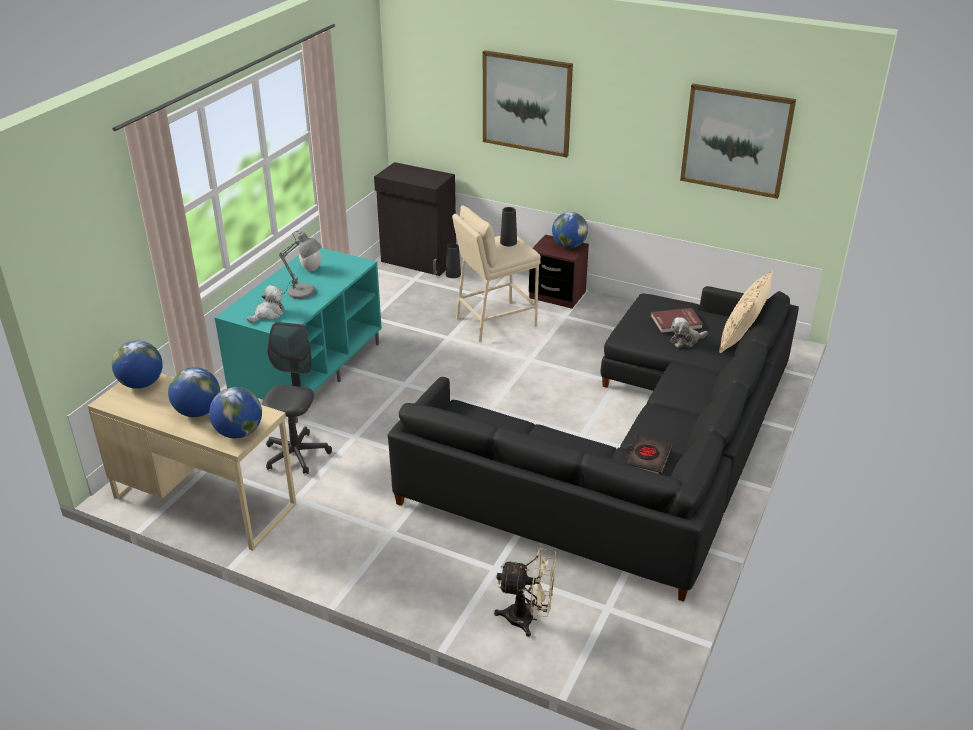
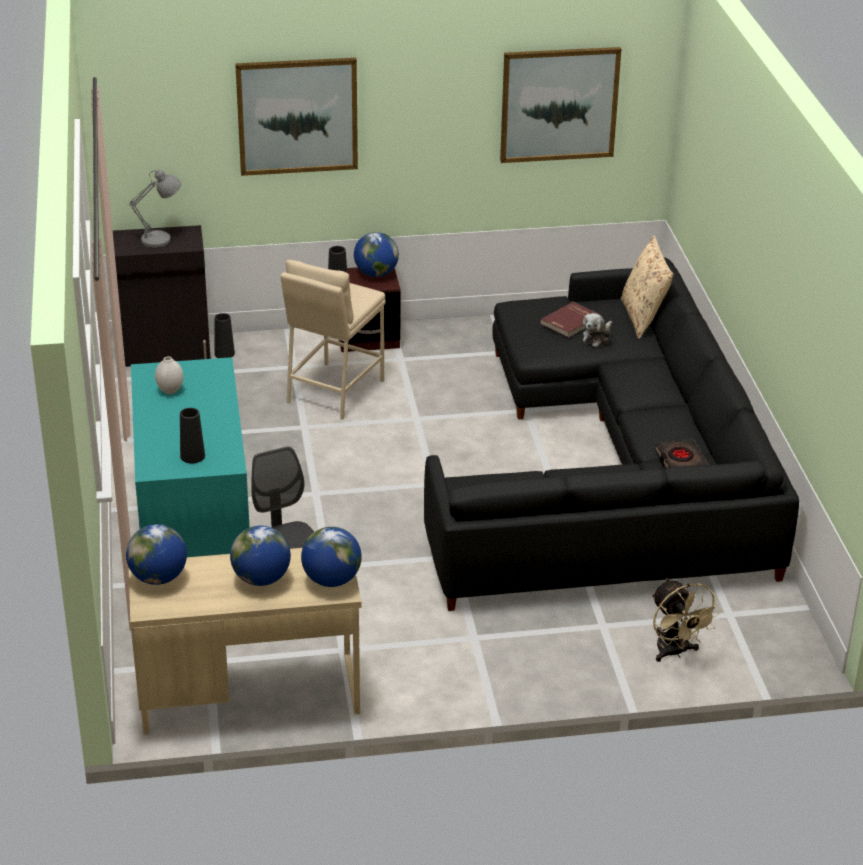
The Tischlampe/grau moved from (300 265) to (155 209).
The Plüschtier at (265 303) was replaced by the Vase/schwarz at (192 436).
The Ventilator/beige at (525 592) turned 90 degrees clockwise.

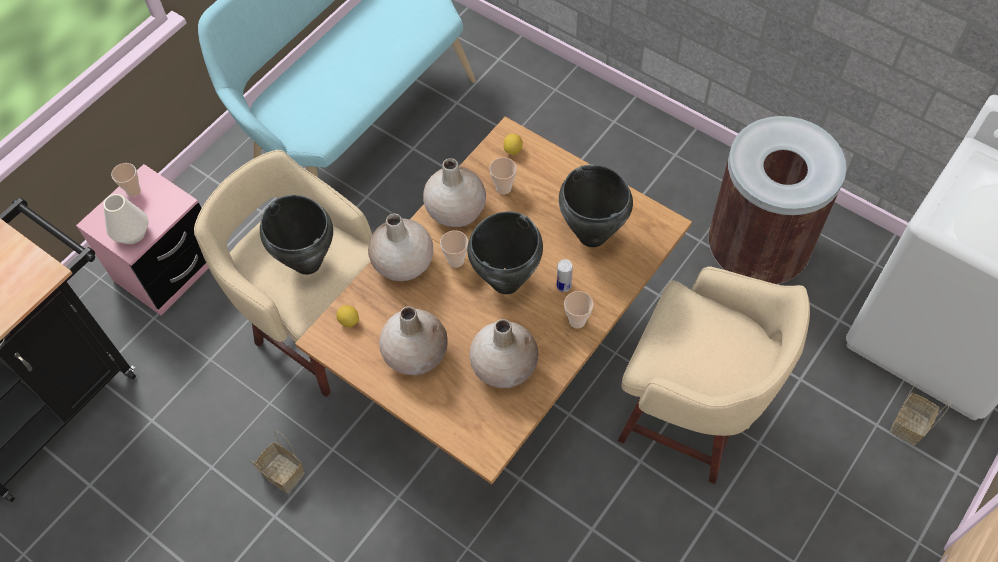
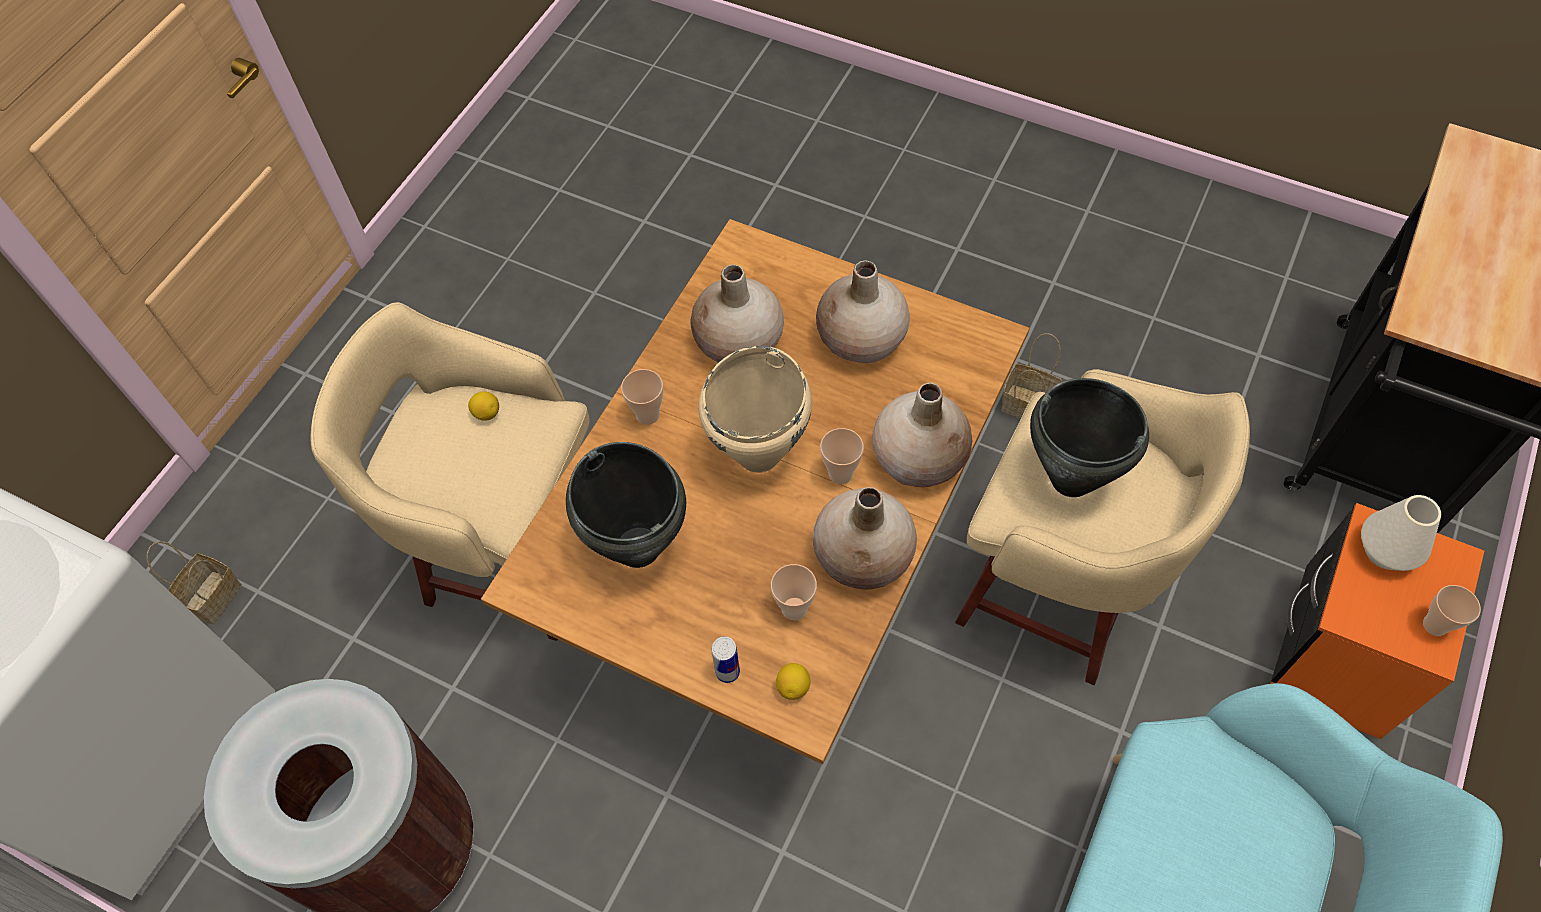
The Zitrone moved from (347 316) to (483 406).
The Dose moved from (565 275) to (726 659).
The Nachttisch/rosa at (142 239) became the Nachttisch/orange at (1377 621).
The Kochtopf/schwarz at (505 252) became the Kochtopf/beige at (755 409).

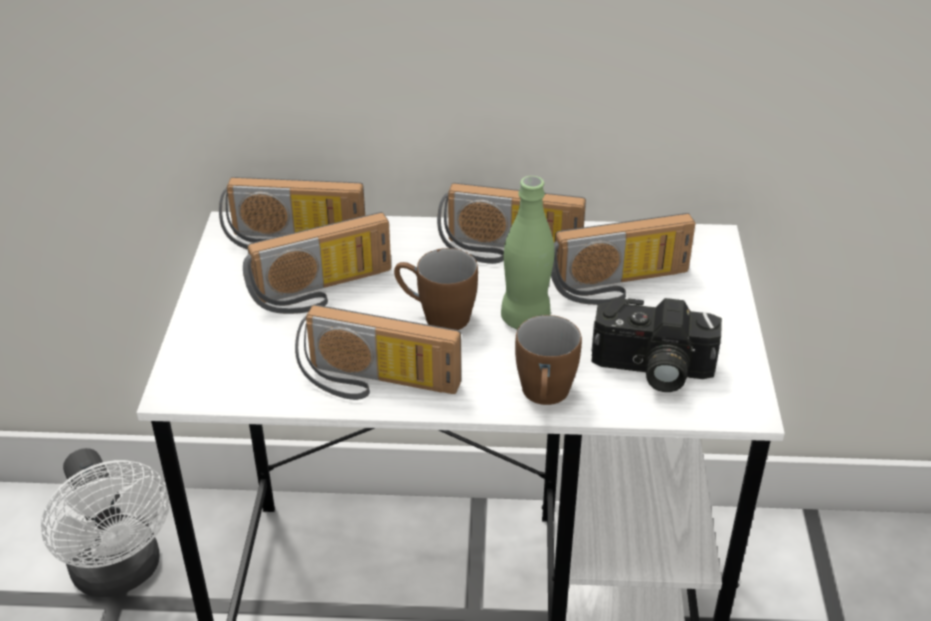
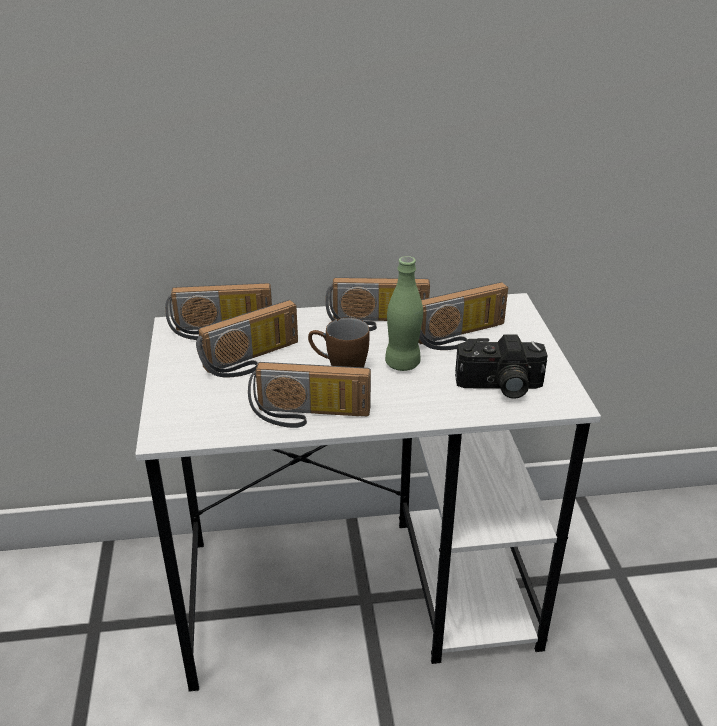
The Ventilator/weiß at (105 522) disappeared.
The Henkelbecher/braun at (548 360) disappeared.

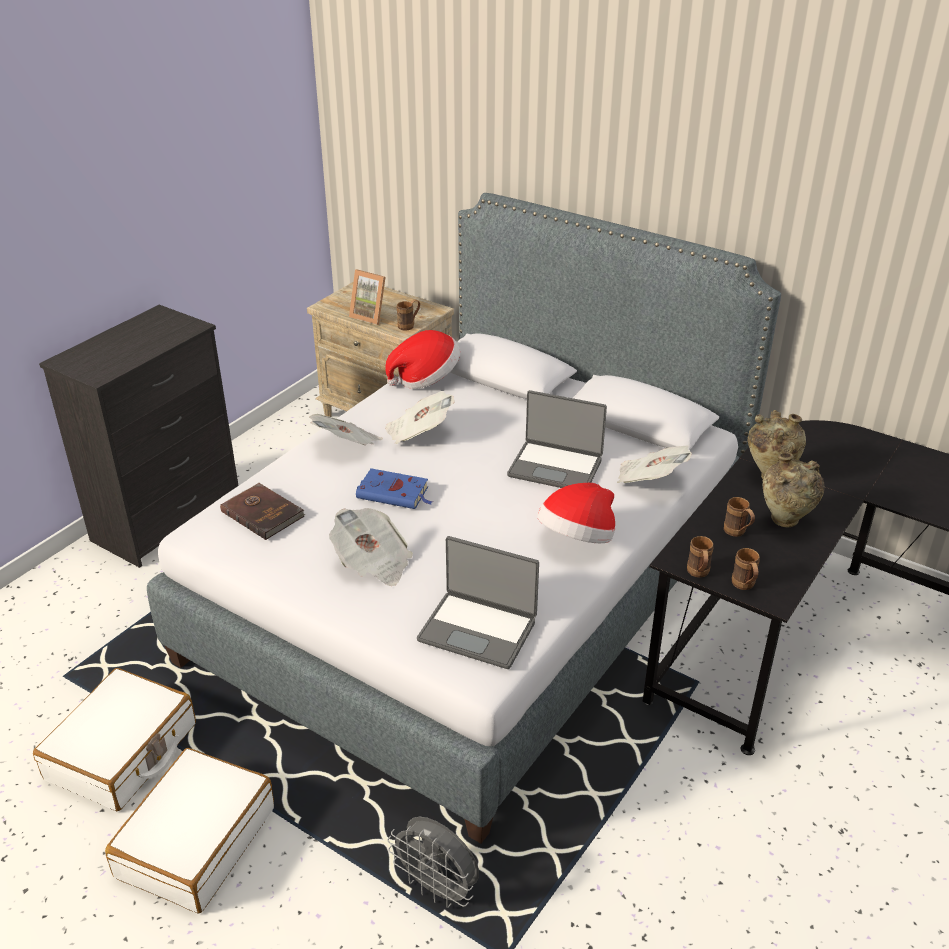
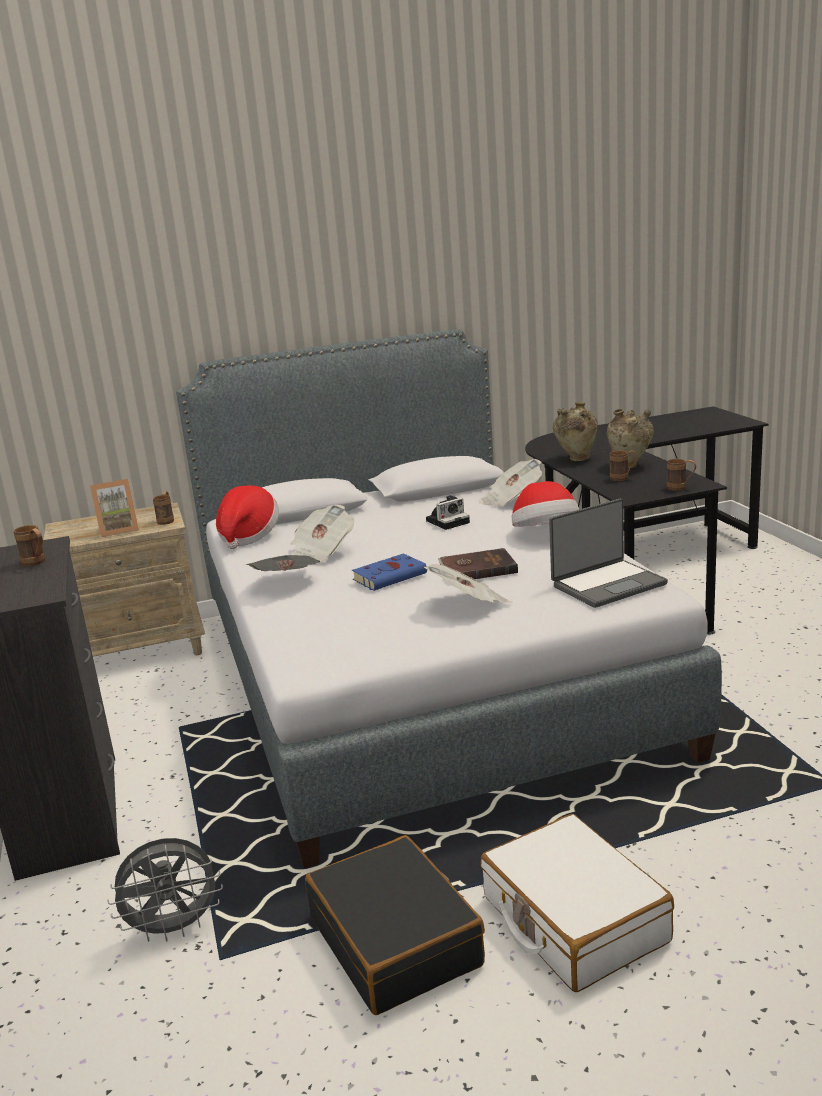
The Buch/braun moved from (262 511) to (478 563).
The Ventilator/grau moved from (433 862) to (165 890).
The Henkelbecher/braun moved from (700 557) to (29 546).
The Laptop at (557 439) was replaced by the Kamera at (448 512).
The Koffer/weiß at (114 739) became the Koffer/schwarz at (395 925).

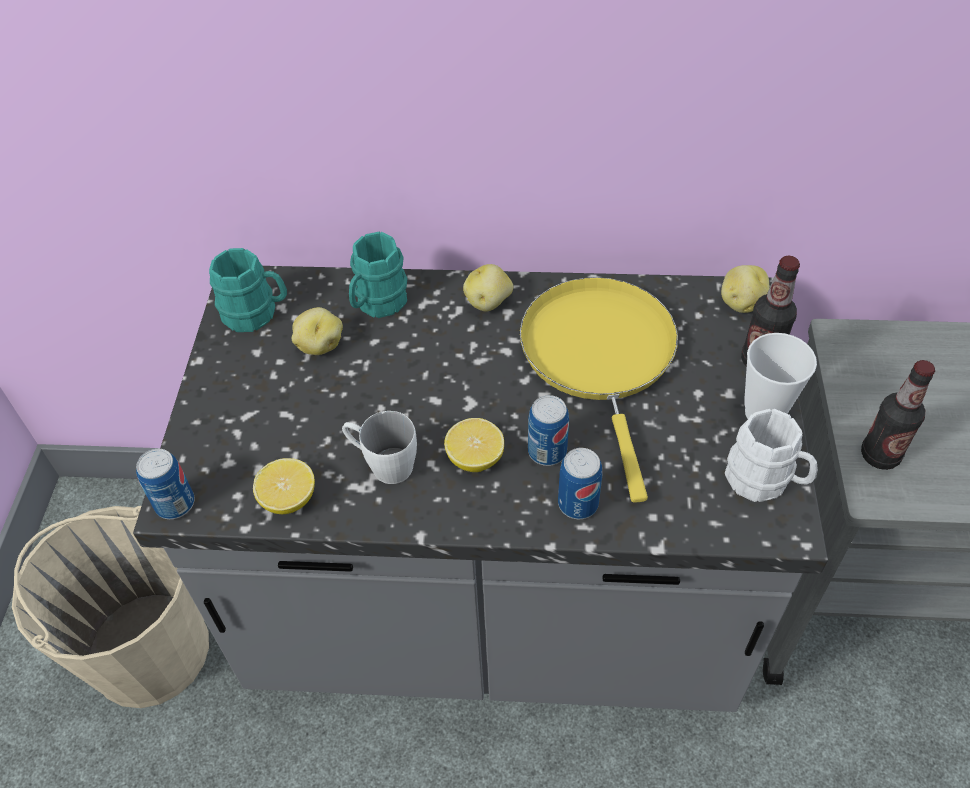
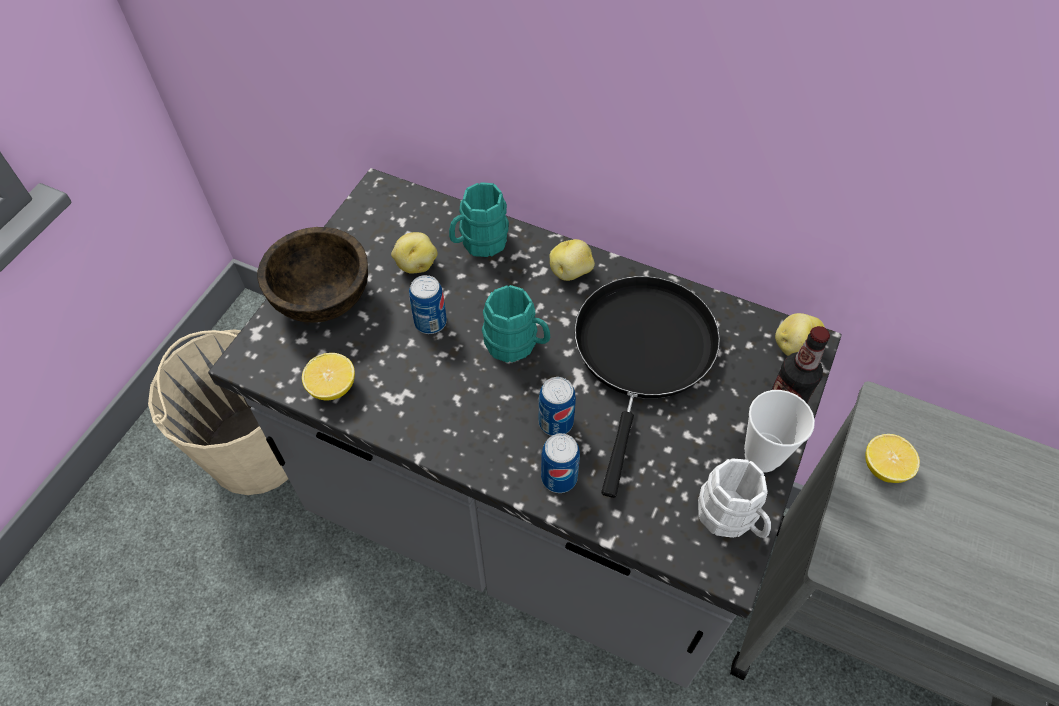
The Henkelbecher/weiß at (379 447) disappeared.
The Flasche at (898 415) disappeared.
The Schüssel/braun at (313 275) appeared.
The Dose moved from (165 484) to (428 304).
The Henkelbecher/türkis moved from (248 290) to (516 324).
The Zitrone moved from (474 445) to (892 458).
The Pfanne/gelb at (599 390) became the Pfanne/schwarz at (647 387).

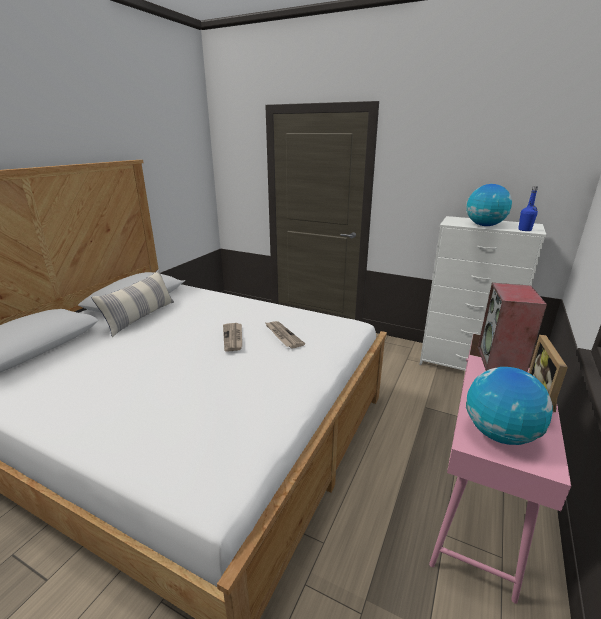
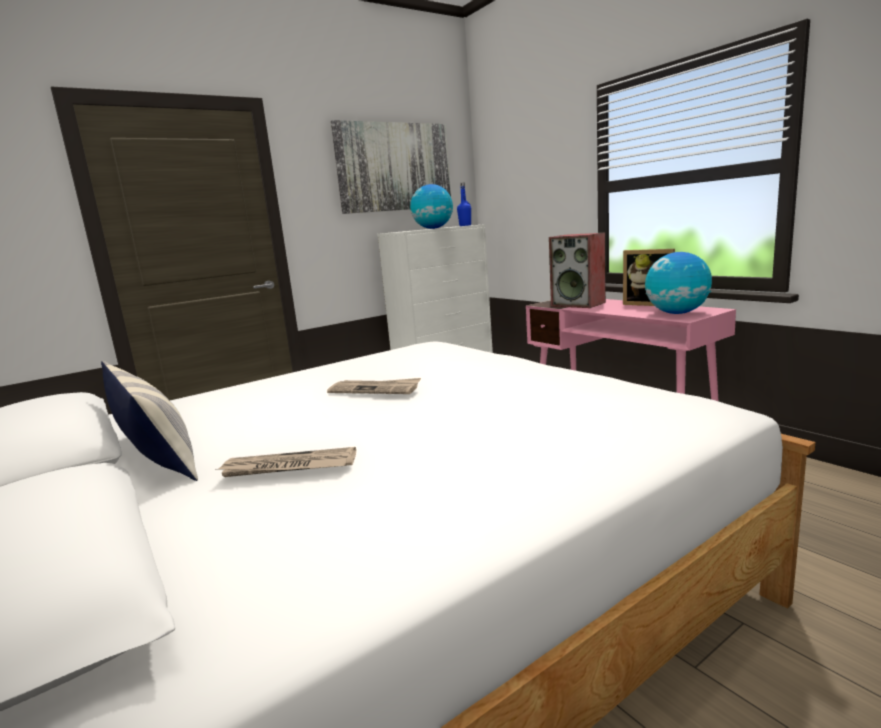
The Bild at (391 167) appeared.
The Zeitung moved from (285 335) to (286 462).

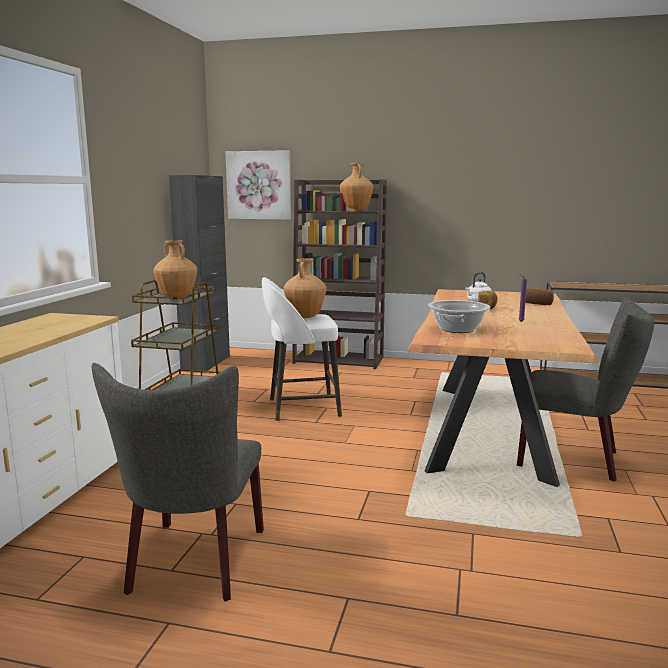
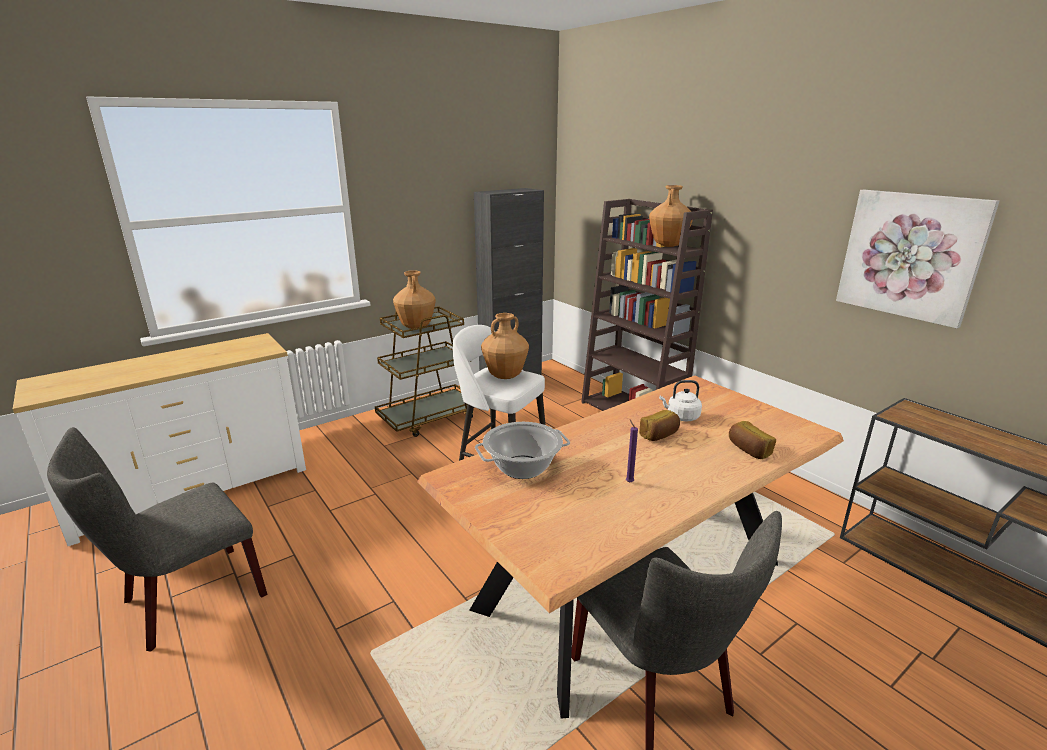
The Bild moved from (258 185) to (917 259).

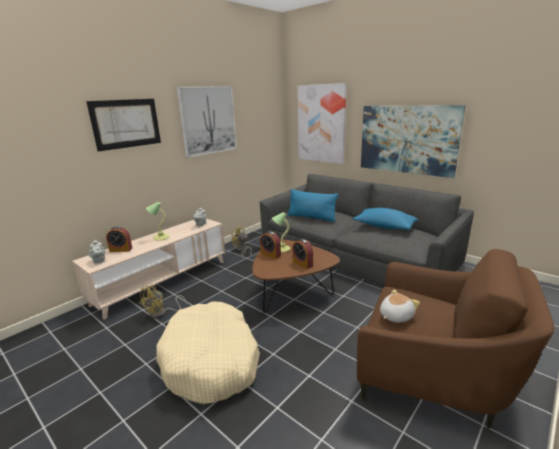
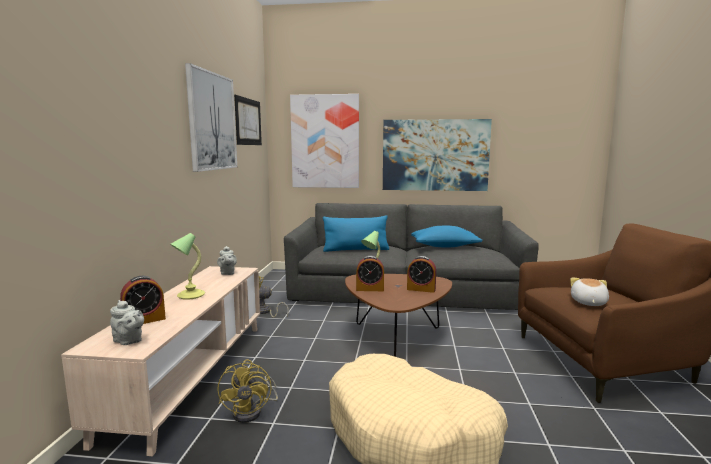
The Bild moved from (123 125) to (248 120).

